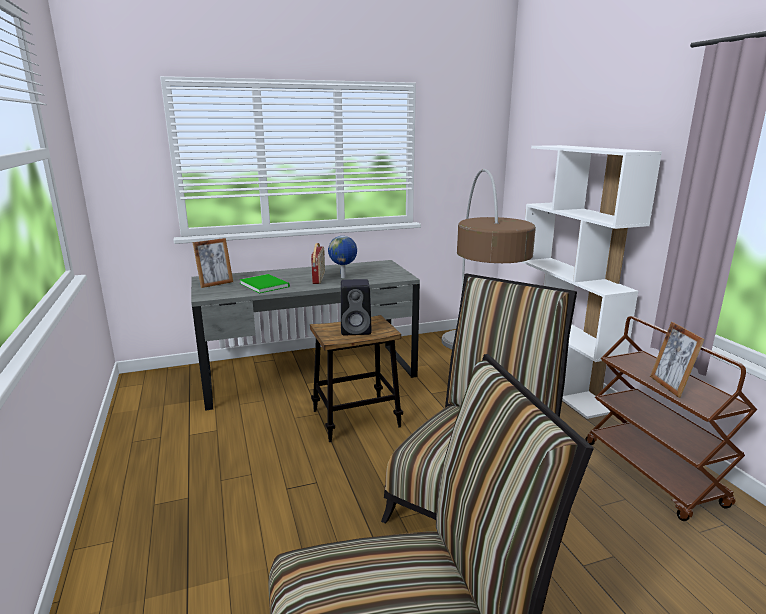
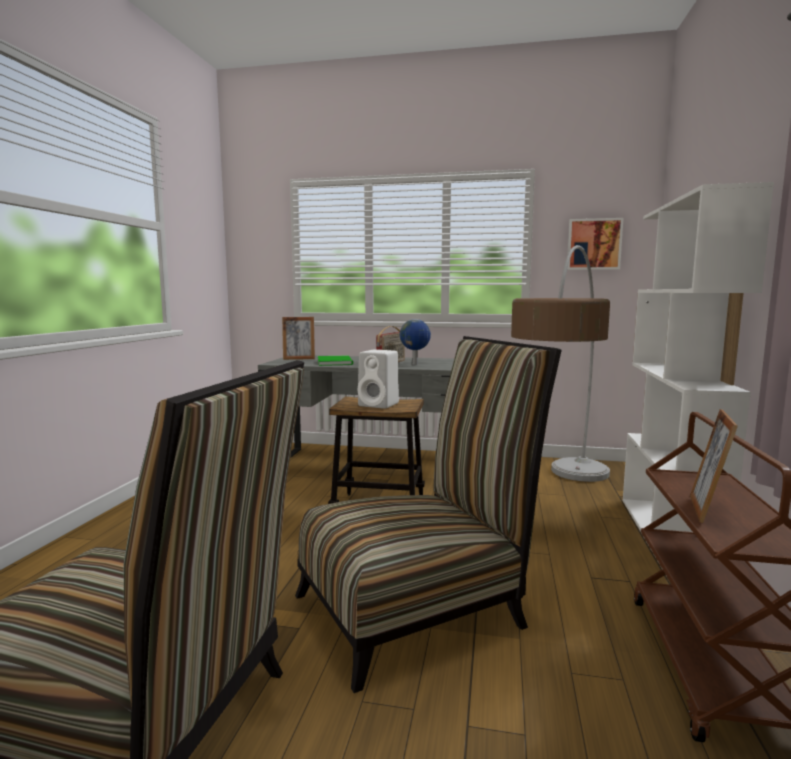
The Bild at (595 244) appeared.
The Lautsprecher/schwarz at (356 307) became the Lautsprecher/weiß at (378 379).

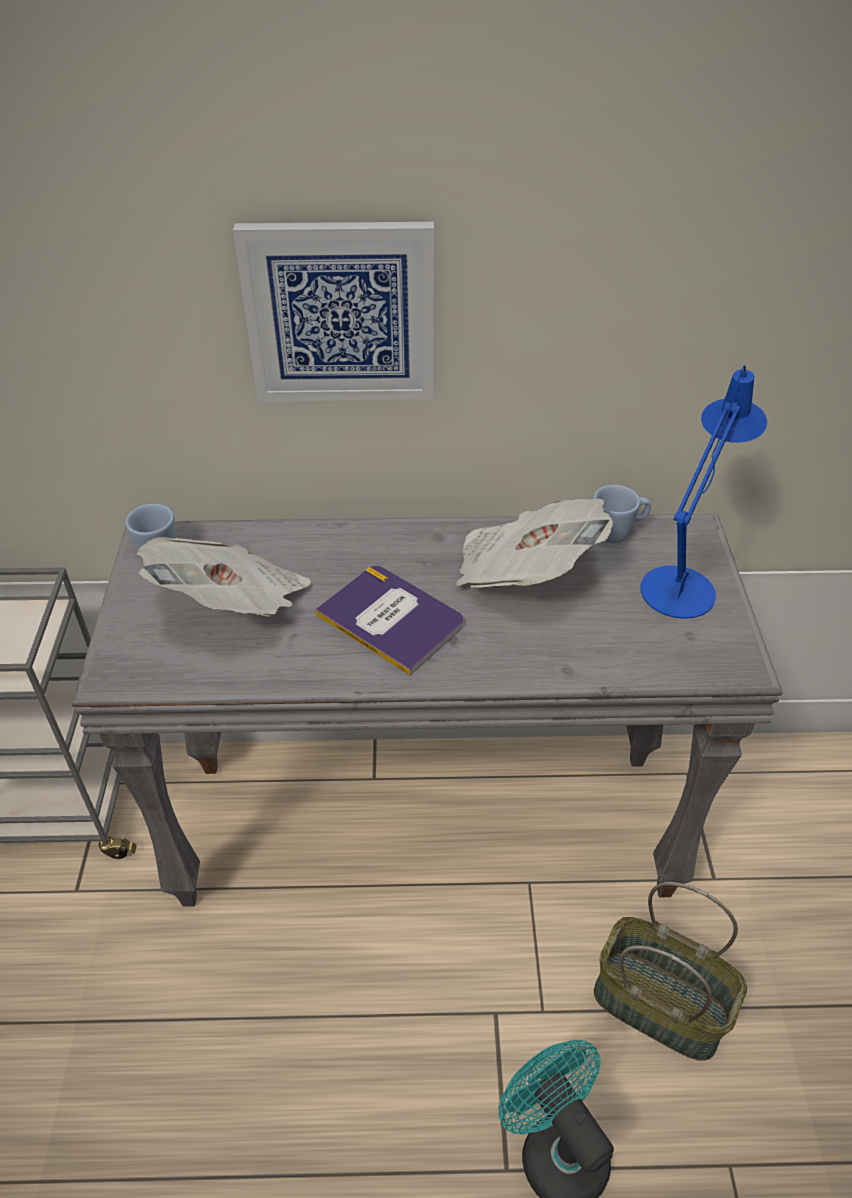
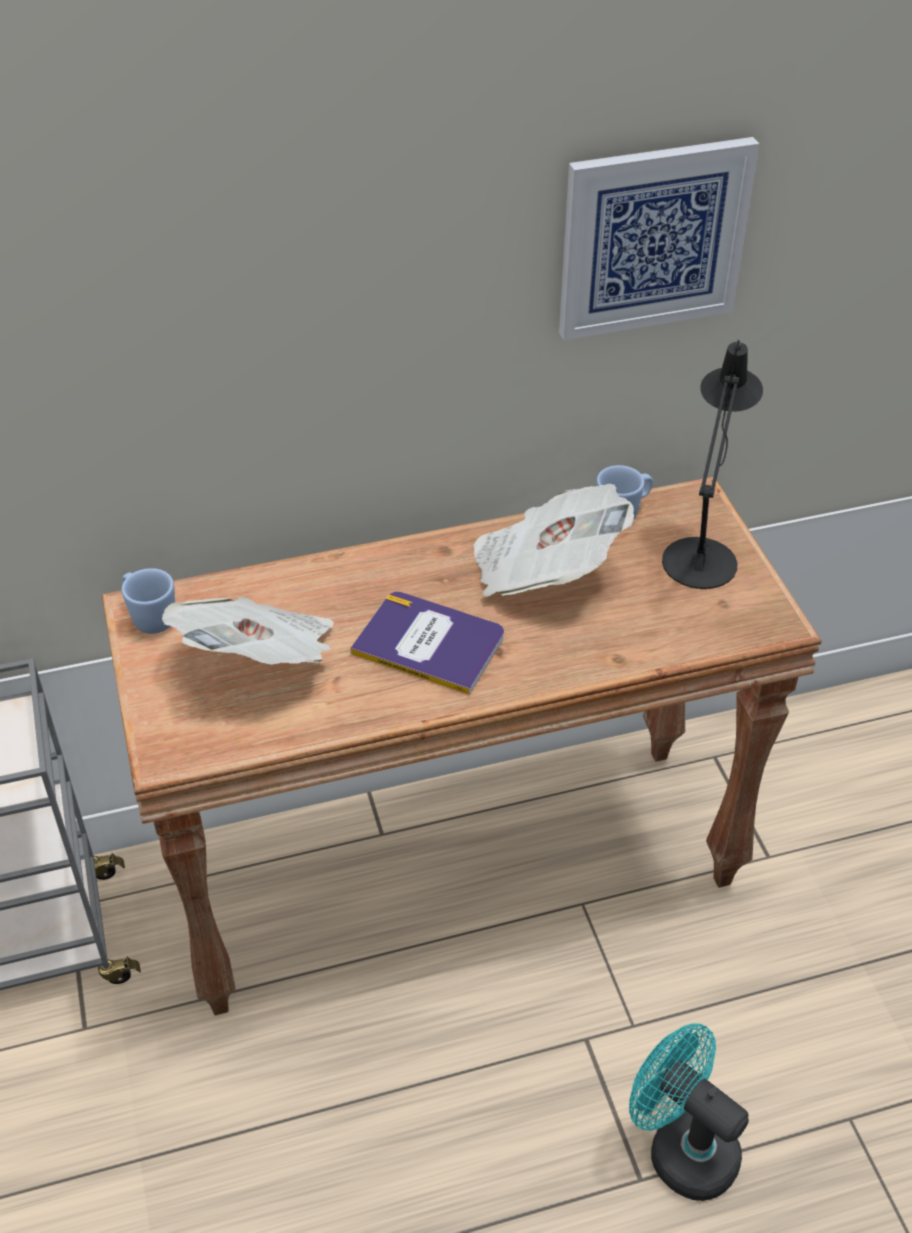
The Korb at (670 971) disappeared.
The Bild moved from (333 312) to (659 238).
The Konsolentisch/grau at (427 710) became the Konsolentisch/braun at (462 746).
The Tischlampe/blau at (704 492) became the Tischlampe/schwarz at (712 464).

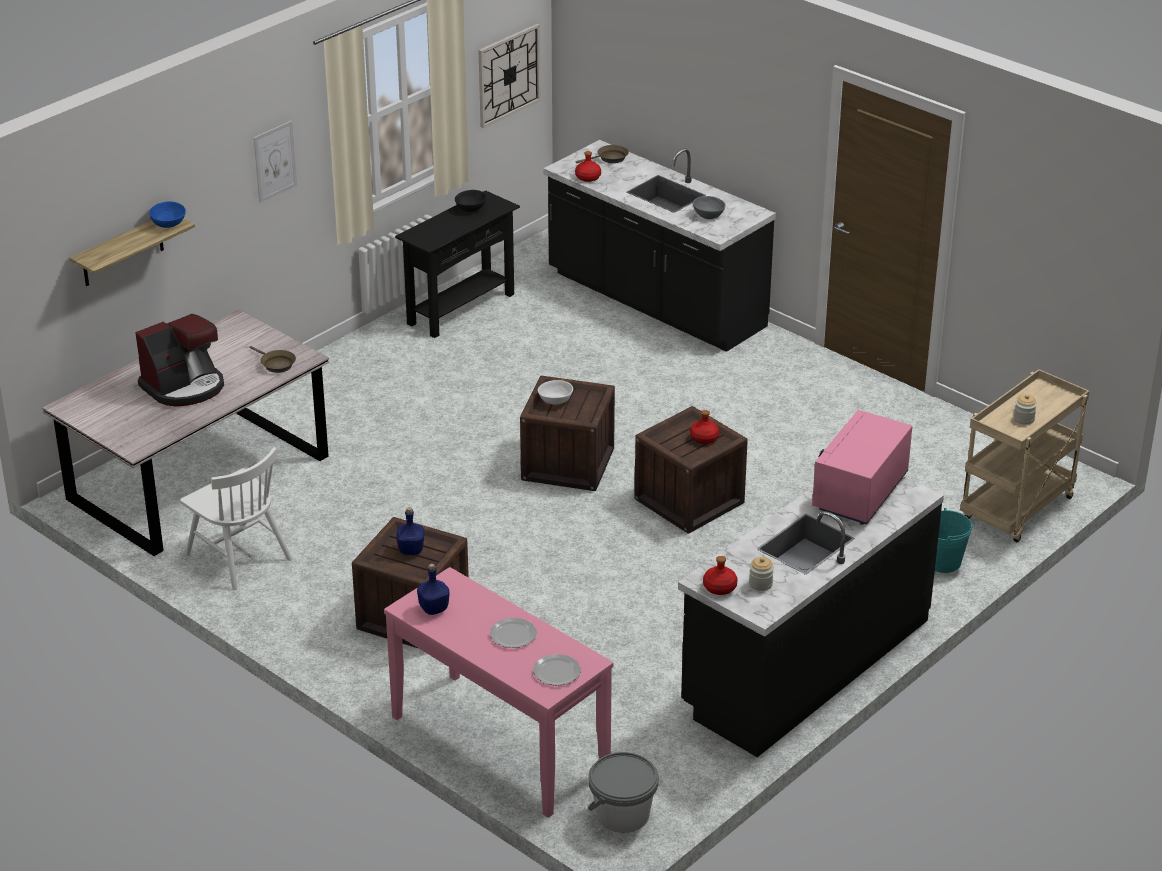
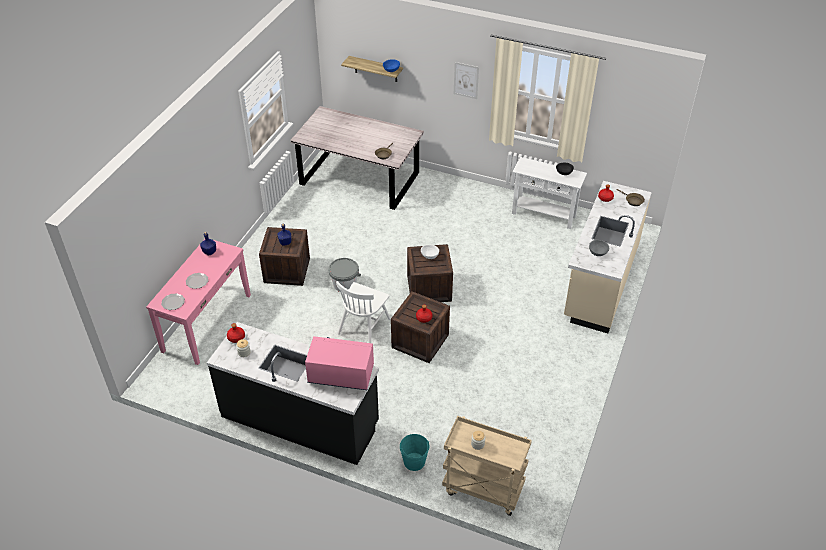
The Kaffeemaschine at (179 360) disappeared.
The Wanduhr at (509 76) disappeared.
The Stuhl/weiß moved from (236 518) to (363 312).
The Eimer/grau moved from (623 792) to (344 275).
The Konsolentisch/schwarz at (457 264) became the Konsolentisch/weiß at (549 193).
The Küchenzeile/schwarz at (659 246) became the Küchenzeile/beige at (608 257).

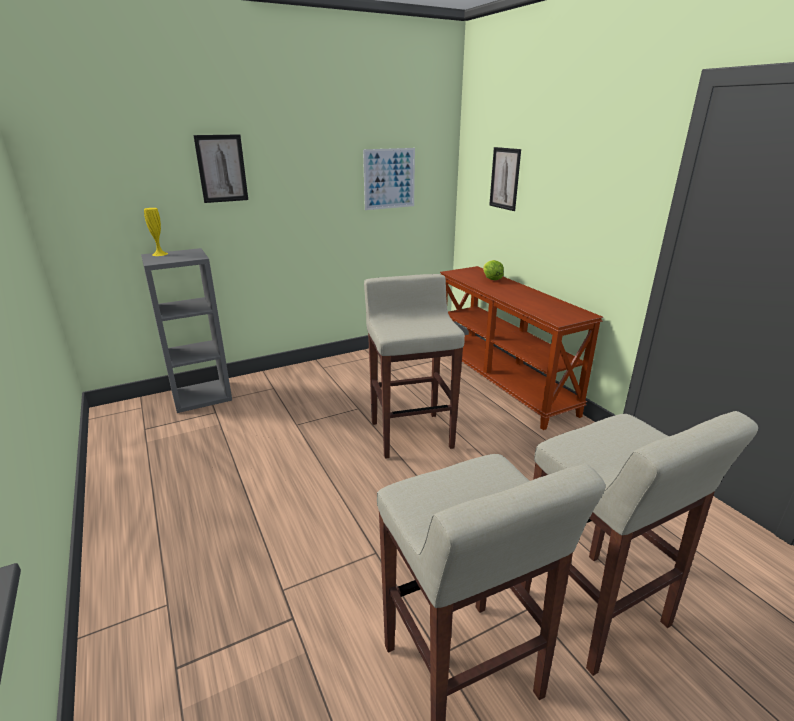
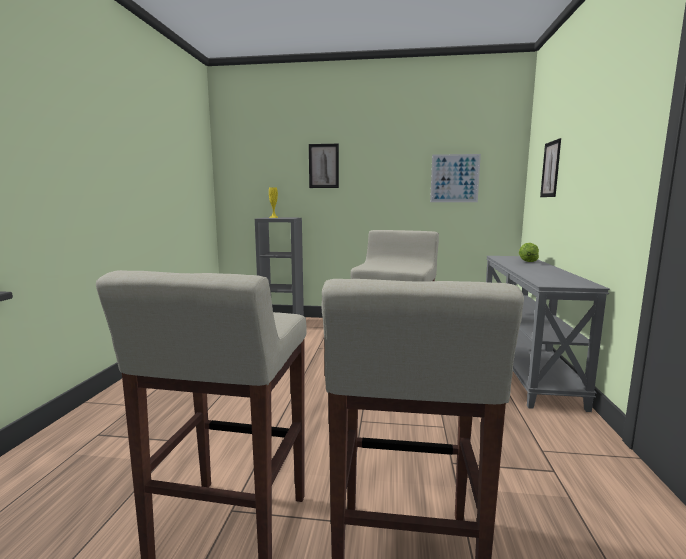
The Konsolentisch/braun at (521 348) became the Konsolentisch/grau at (548 334).

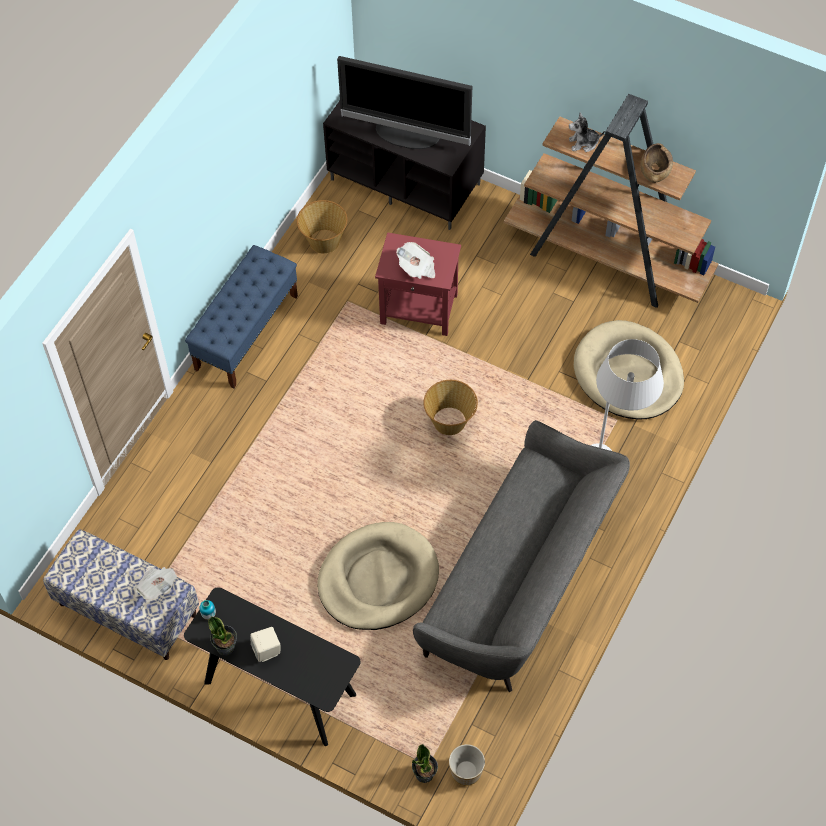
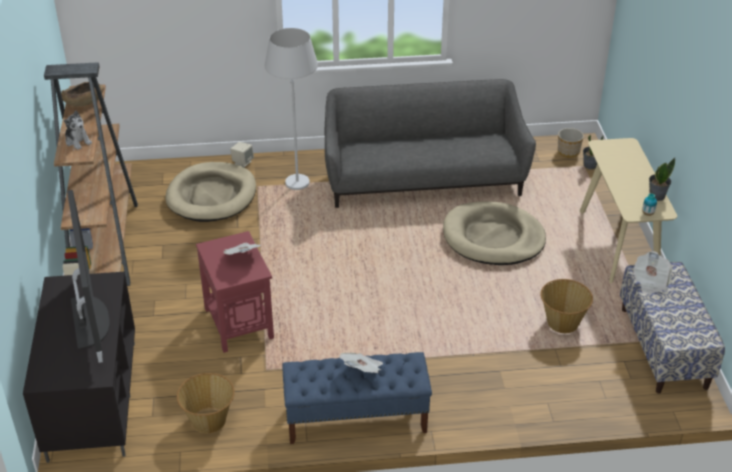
The Zeitung at (361 363) appeared.
The Lautsprecher/beige moved from (265 644) to (242 154).
The Korb moved from (450 407) to (566 306).
The Konsolentisch/schwarz at (272 666) became the Konsolentisch/beige at (628 210).

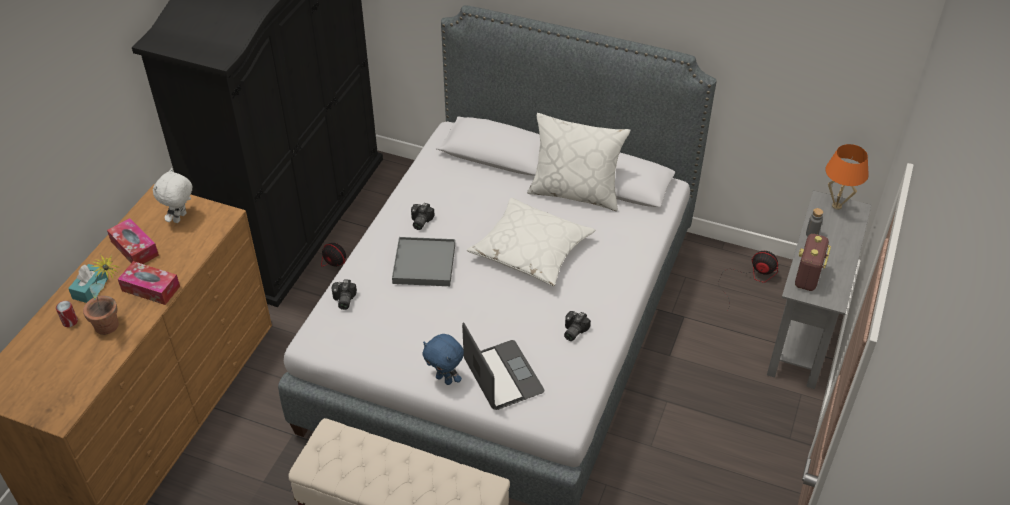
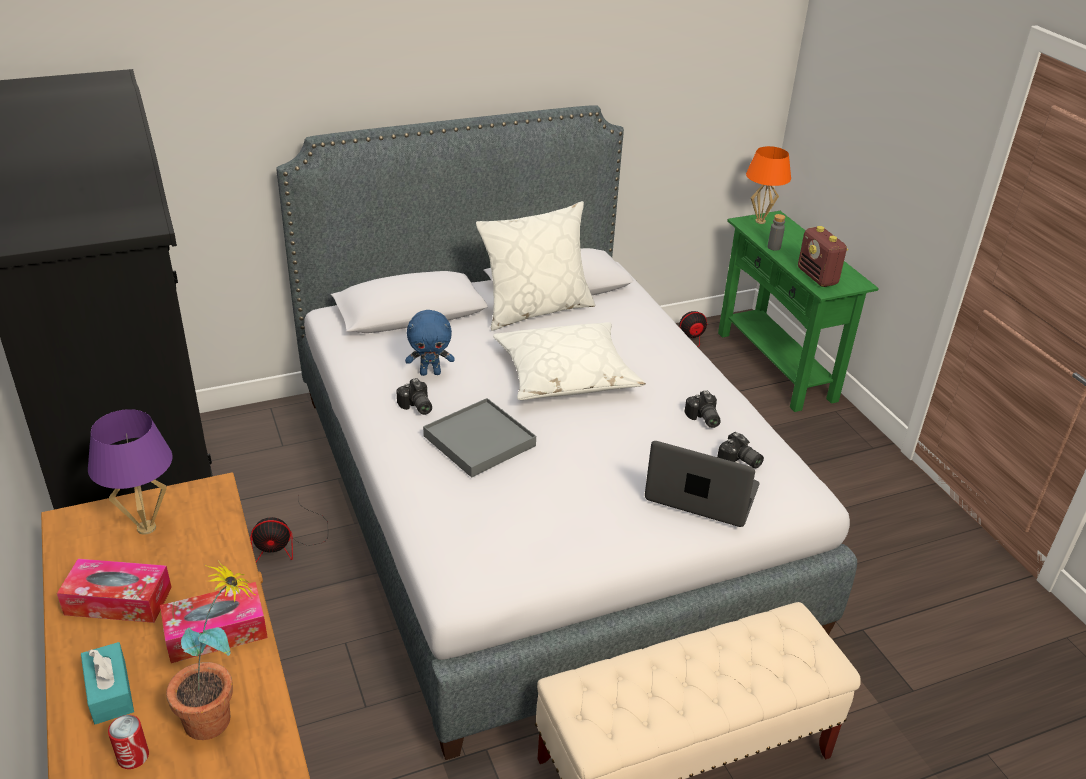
The Kamera moved from (344 295) to (740 450).
The Plüschtier/blau moved from (443 359) to (430 343).
The Plüschtier/weiß at (172 195) was replaced by the Tischlampe/lila at (130 472).
The Konsolentisch/grau at (819 290) became the Konsolentisch/grün at (798 311).

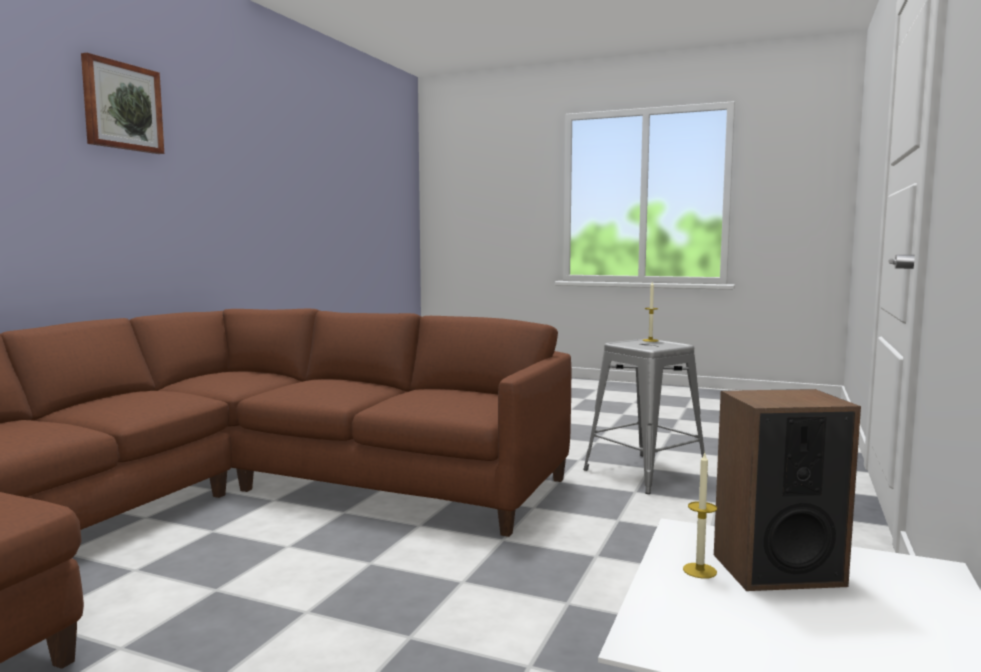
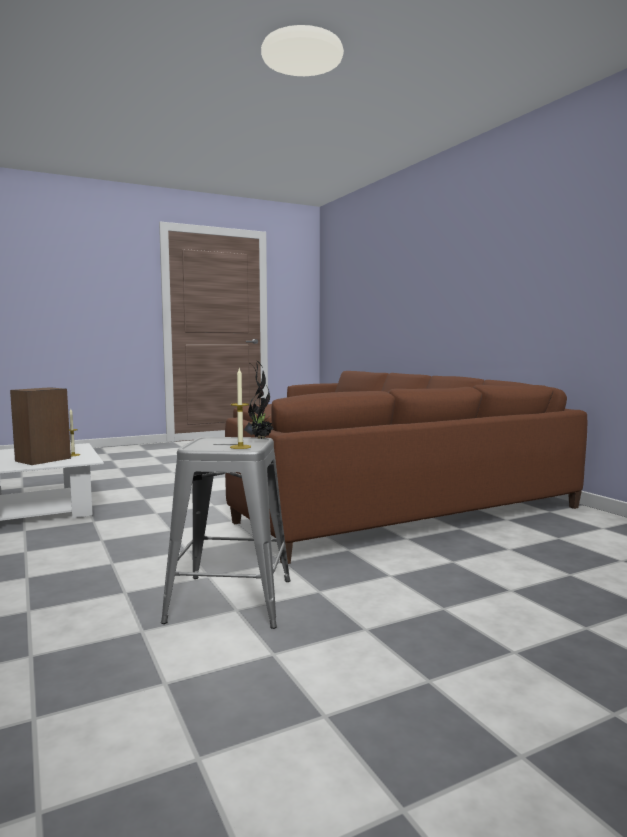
The Bild at (122 103) disappeared.
The Topfpflanze at (258 400) appeared.

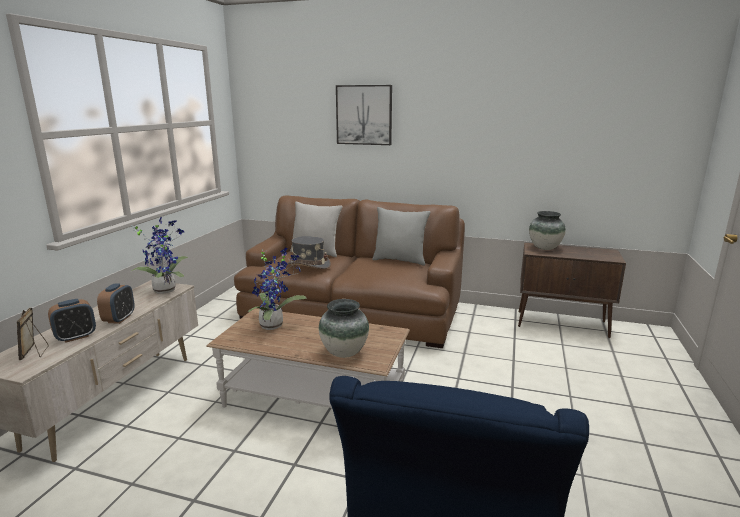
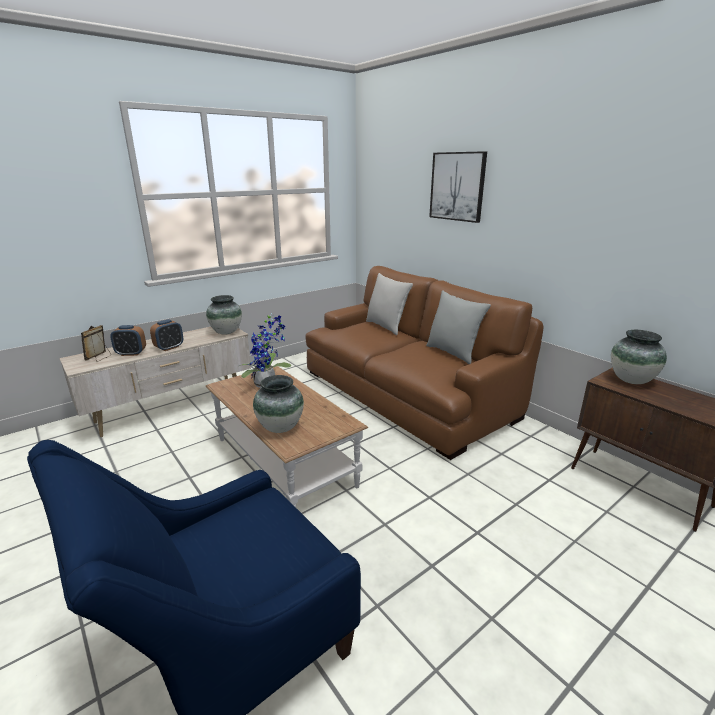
The Hut/grau at (309 252) disappeared.
The Topfpflanze at (159 255) was replaced by the Vase at (224 315).

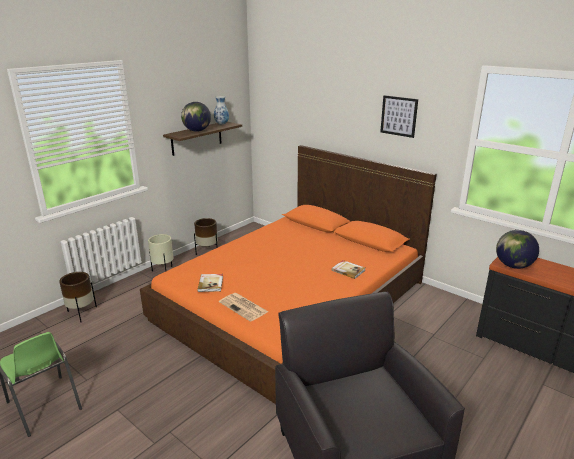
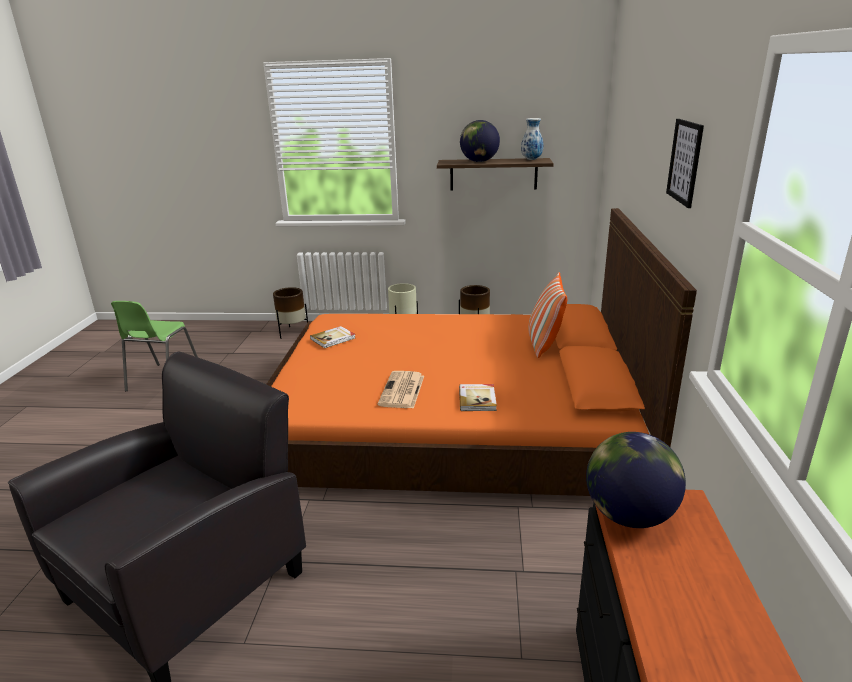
The Kissen at (547 315) appeared.
The Zeitung moved from (243 307) to (401 390).

